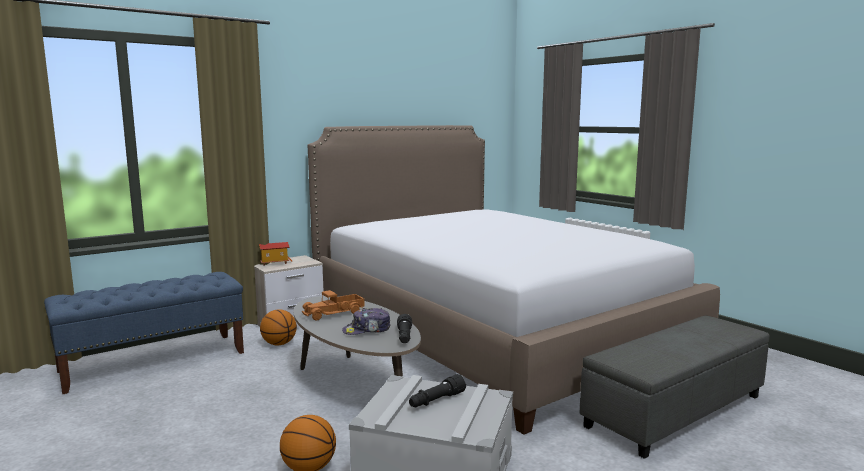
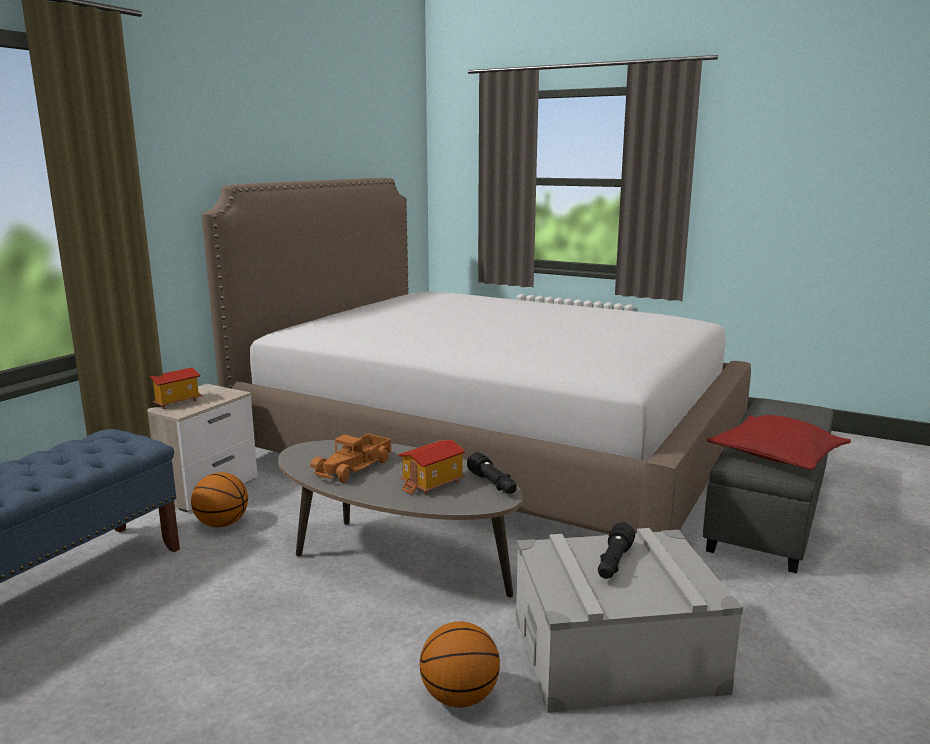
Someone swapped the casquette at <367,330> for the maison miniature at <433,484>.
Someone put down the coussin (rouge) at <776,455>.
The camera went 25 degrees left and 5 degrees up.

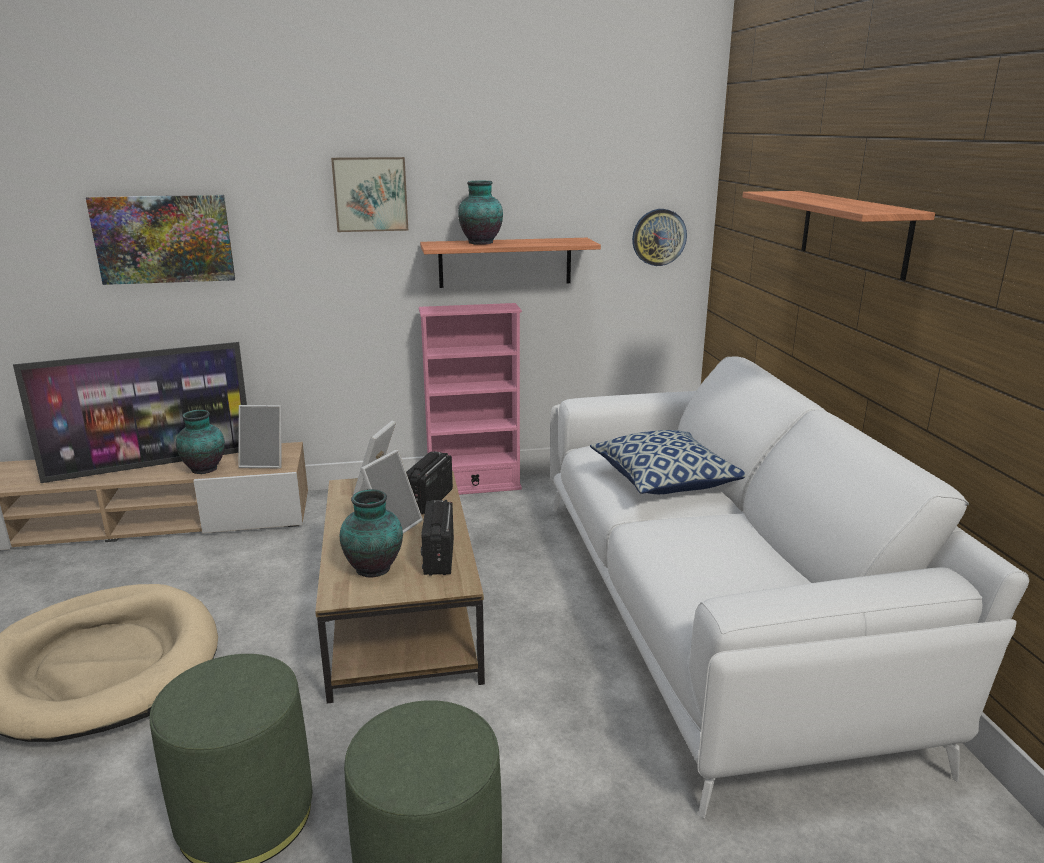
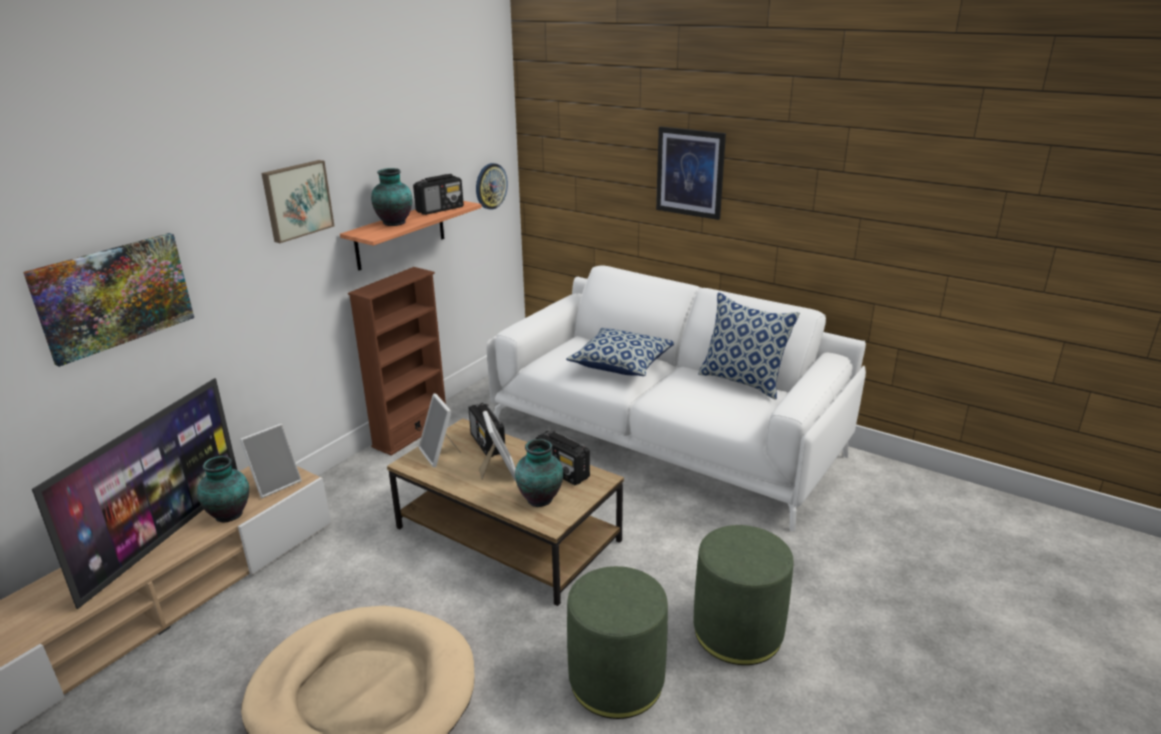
Someone repainted the bibliothèque (rose) at <474,486>, which became the bibliothèque (marron) at <411,433>.
Someone swapped the étagère at <853,232> for the tableau at <690,172>.
Someone put down the radio at <440,209>.
Someone put down the coussin at <743,381>.
The camera went 45 degrees left and 5 degrees up.

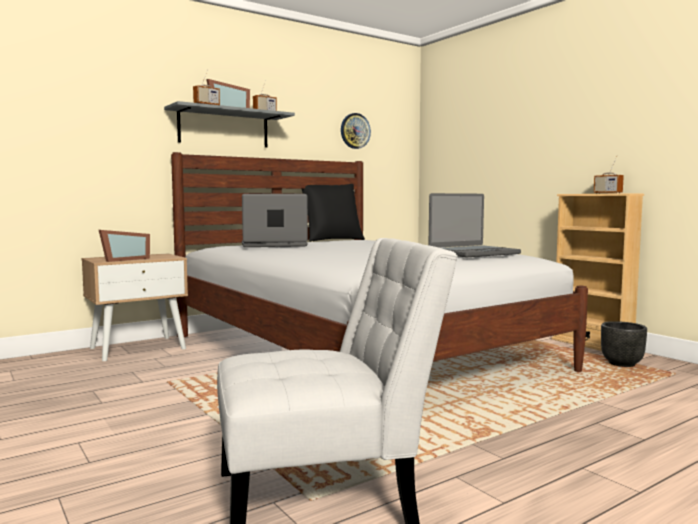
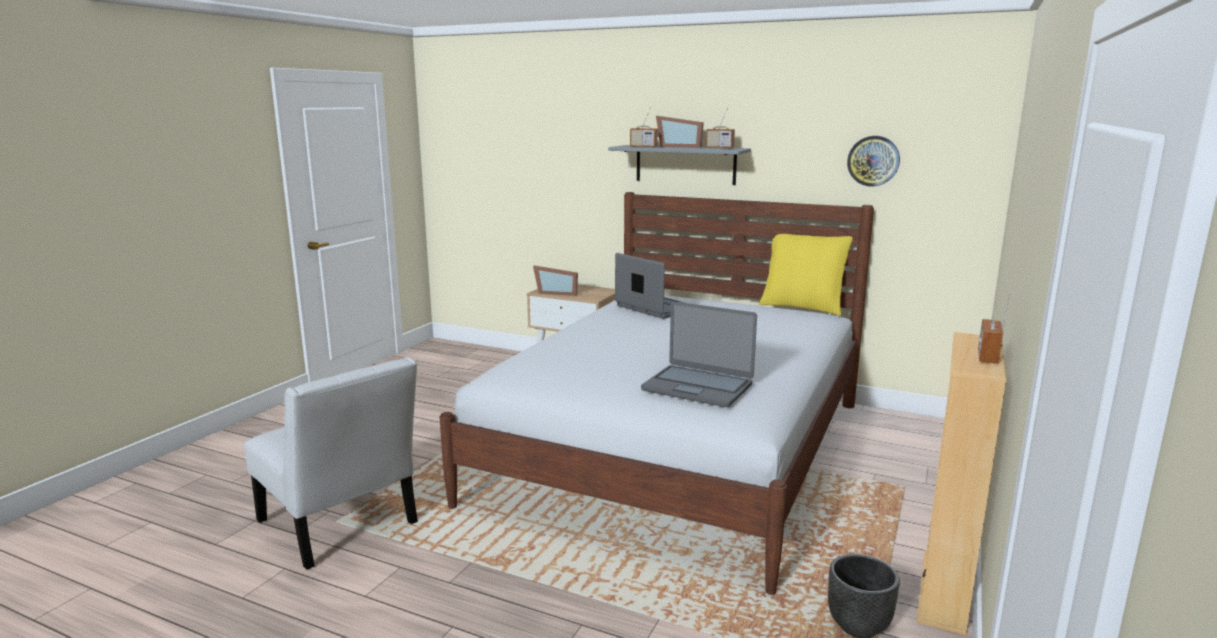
Someone repainted the coussin (noir) at <332,240>, which became the coussin (jaune) at <802,307>.
The camera went 60 degrees right and 10 degrees up.

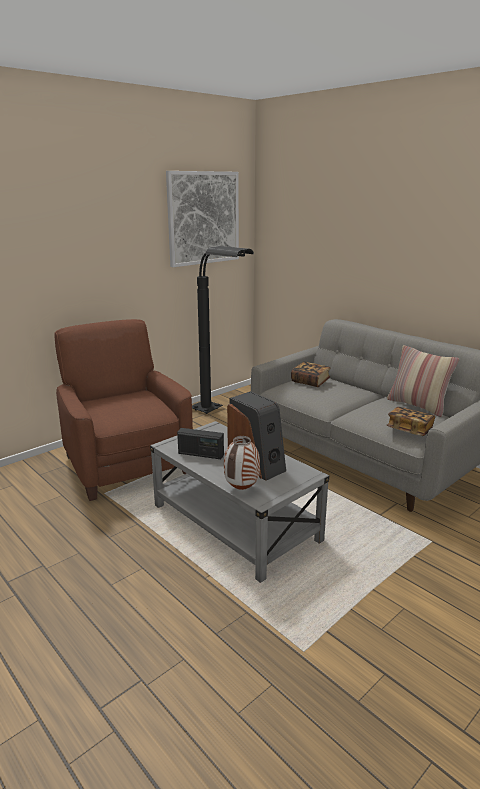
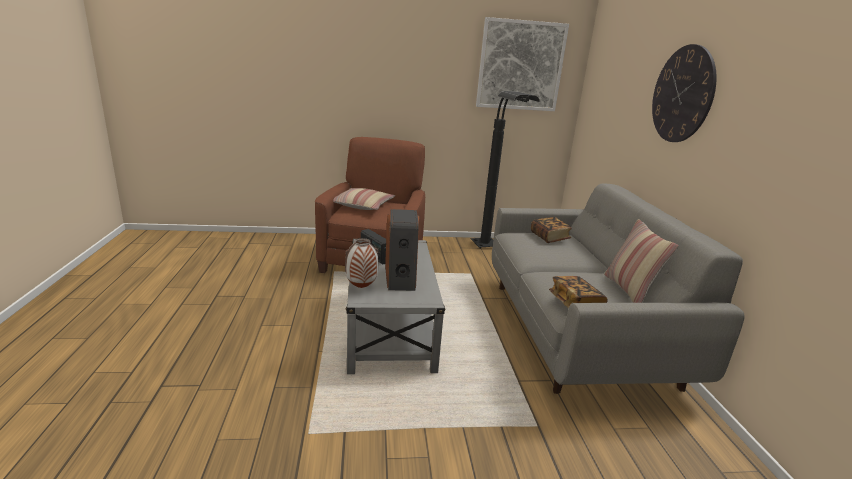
Someone put down the coussin at <362,205>.
Someone put up the horloge murale at <682,94>.
The camera went 35 degrees right and 0 degrees up.

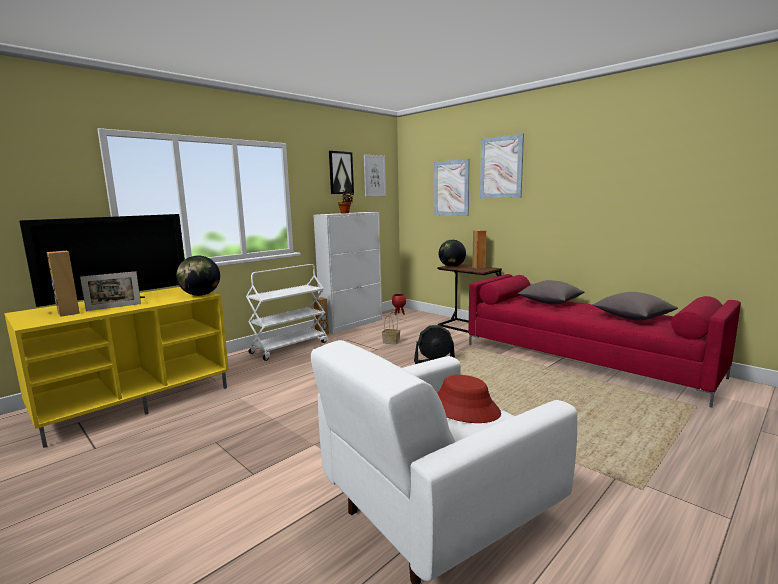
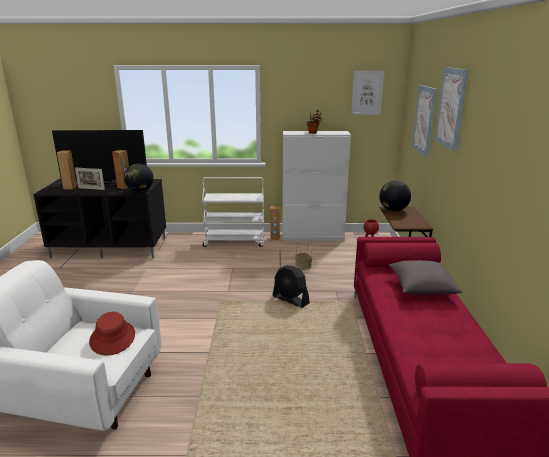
Someone repainted the meuble télé (jaune) at <135,401>, which became the meuble télé (noir) at <111,247>.
Someone took away the tableau at <340,173>.
Someone carried the enceinte (marron) from <479,267> to <124,187>.
Someone took away the coussin (gris) at <632,318>.
The camera went 45 degrees right and 10 degrees up.

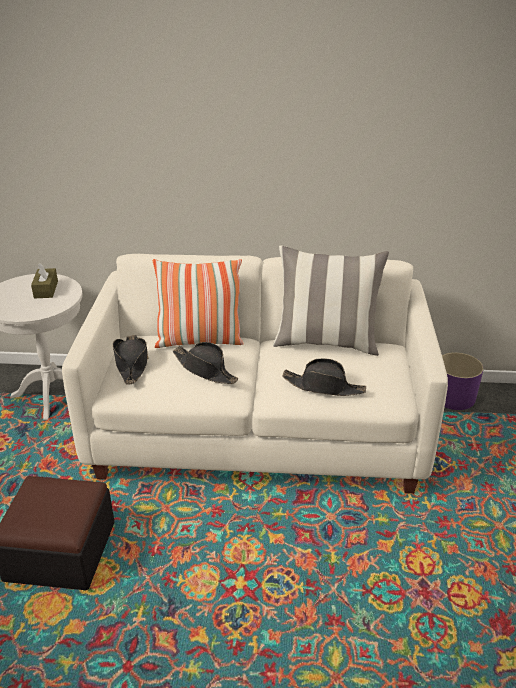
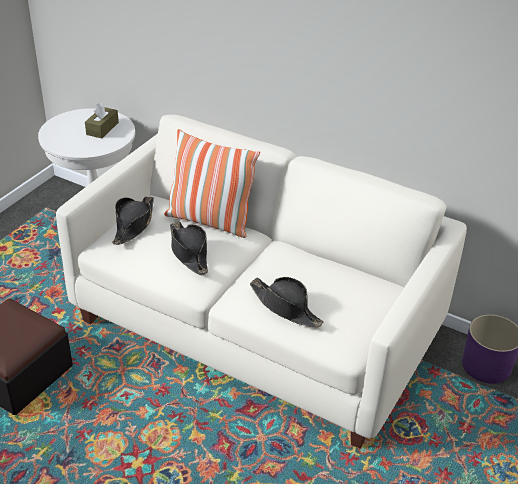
Someone took away the coussin at <326,342>.
The camera went 25 degrees right and 5 degrees up.

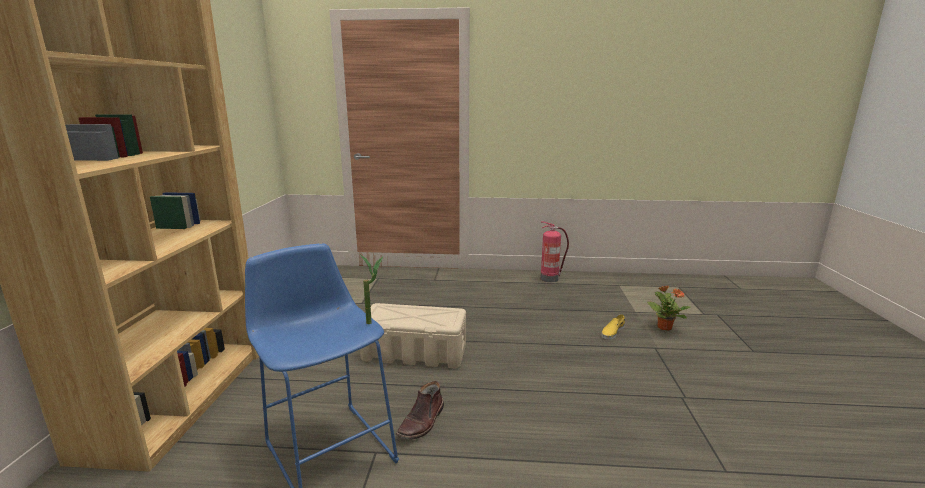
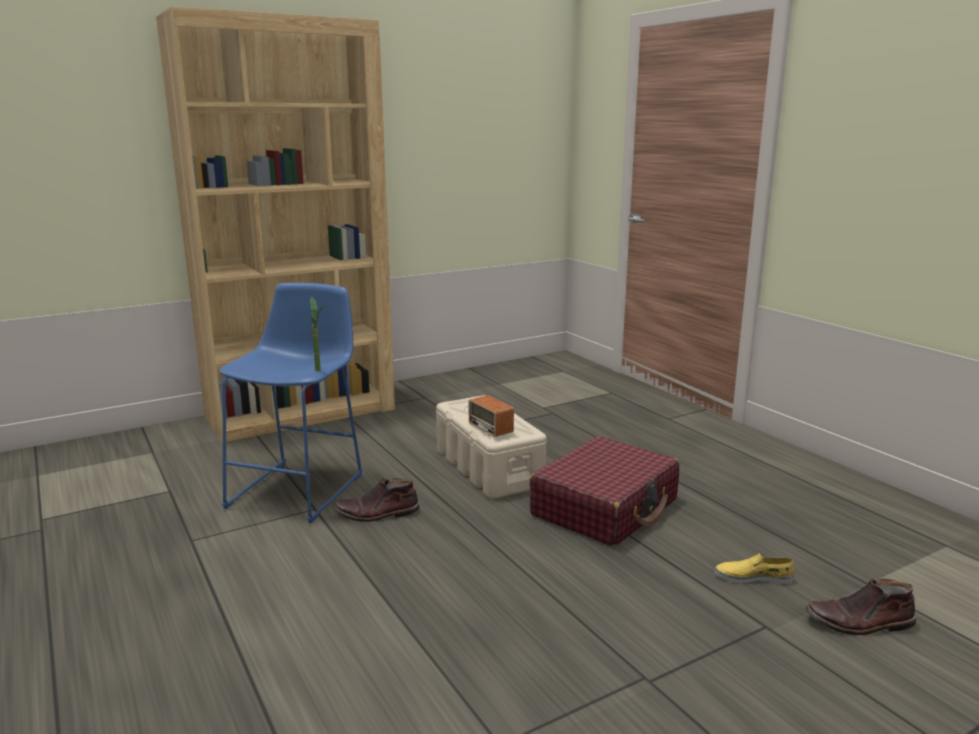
Someone took away the extincteur at <550,278>.
Someone swapped the plante en pot at <664,327> for the botte (marron) at <859,623>.
Someone put down the radio at <490,418>.
Someone put down the valise (rouge) at <605,508>.
The camera went 55 degrees right and 0 degrees up.

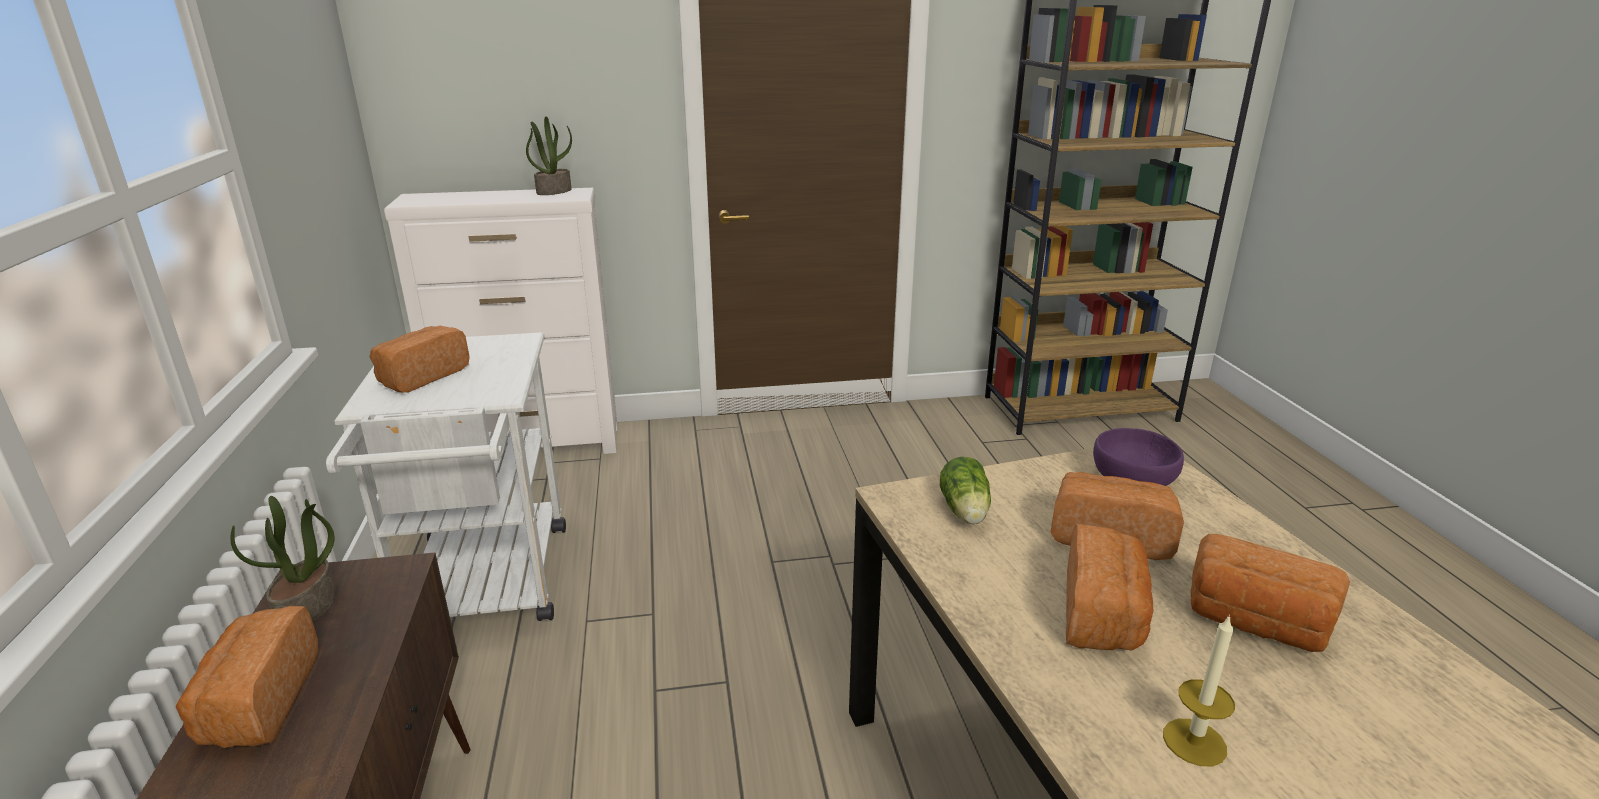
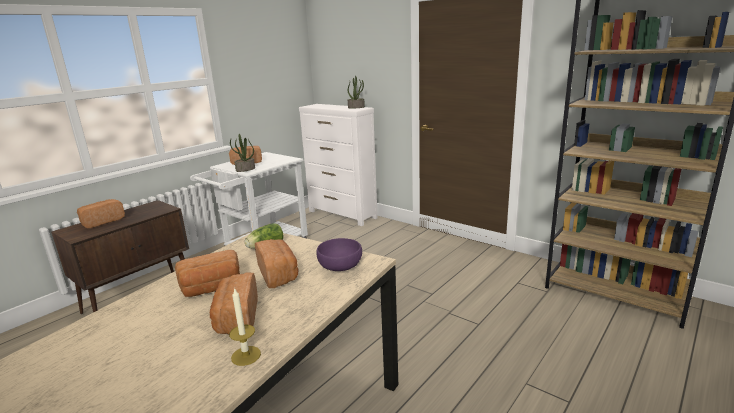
Someone carried the plante en pot from <307,608> to <245,169>.
Someone carried the bougie from <1194,742> to <246,355>.
The camera went 50 degrees right and 5 degrees down.

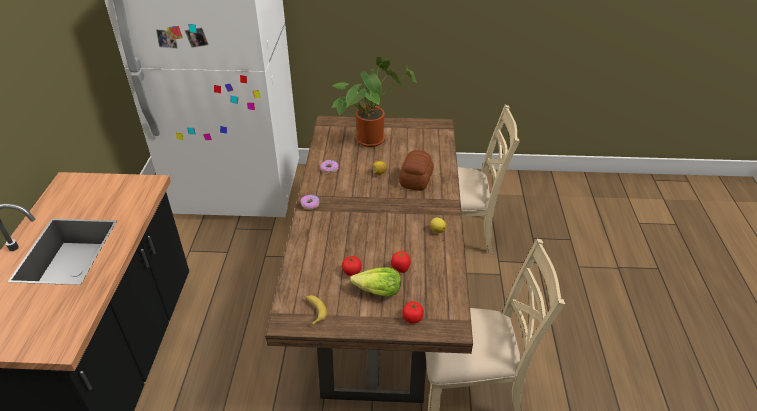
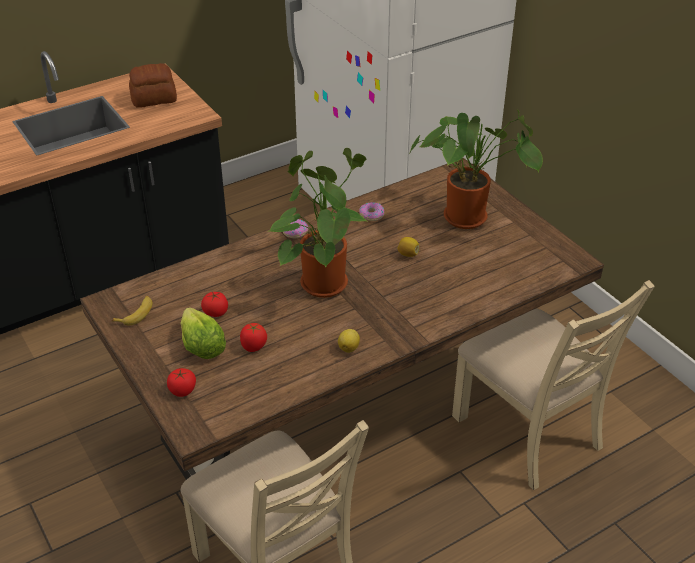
Someone carried the pain from <416,179> to <154,99>.
Someone put down the plante en pot at <321,281>.
The camera went 55 degrees right and 0 degrees up.

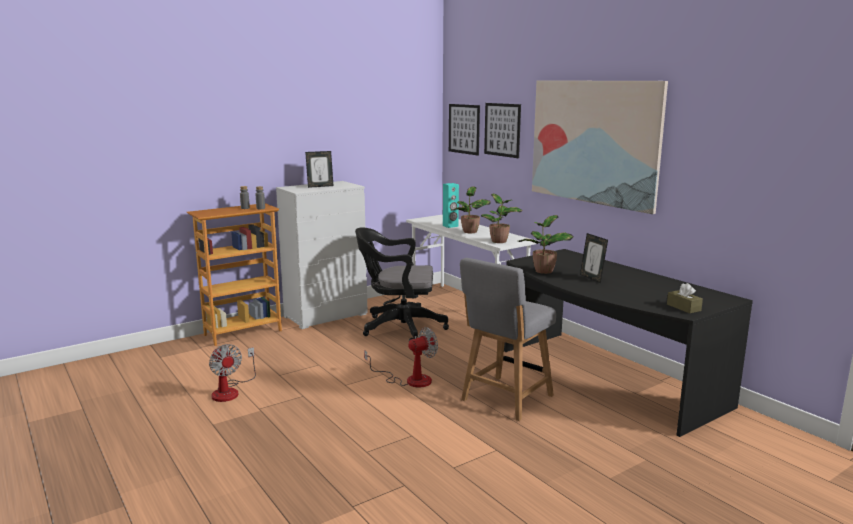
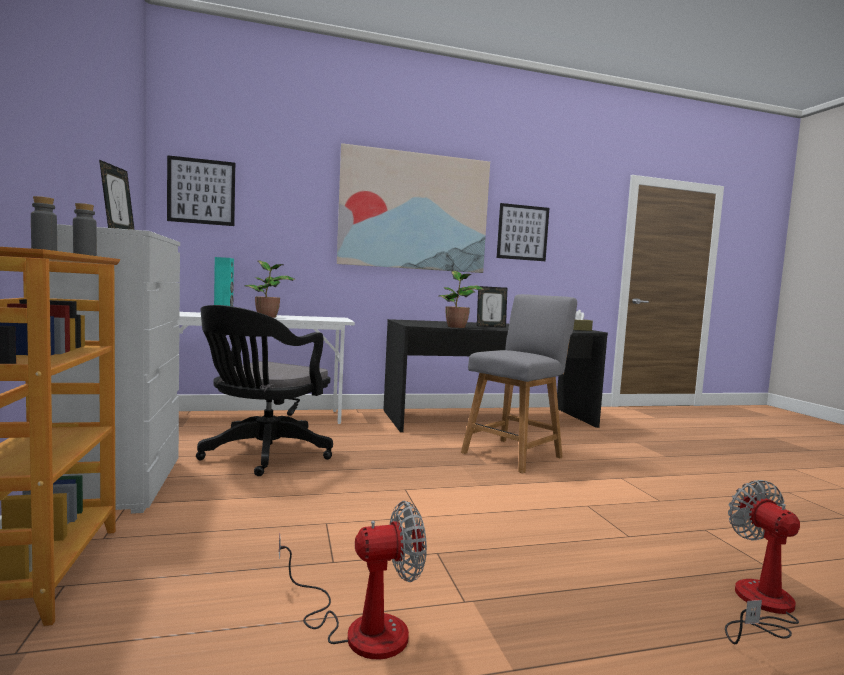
Someone carried the ventilateur from <410,380> to <760,606>.
Someone rotated the chaise (gris) at <504,399> by 105 degrees counterclockwise.
Someone took away the plante en pot at <500,241>.
Someone carried the tableau from <502,130> to <522,232>.
The camera went 70 degrees left and 10 degrees down.

